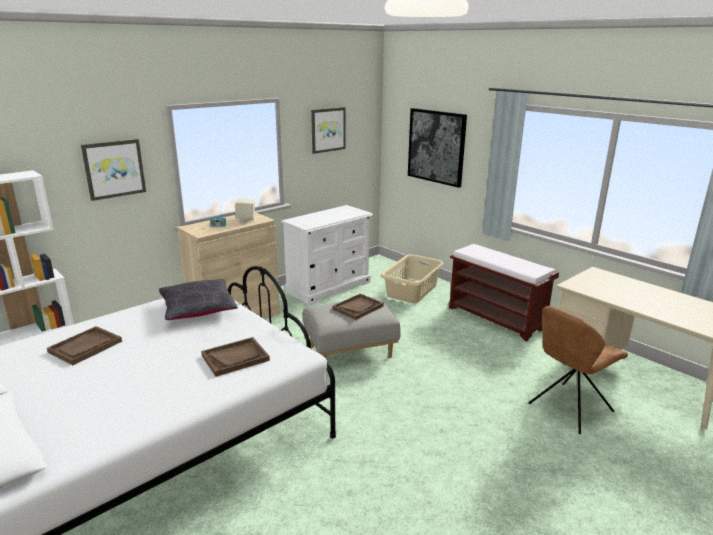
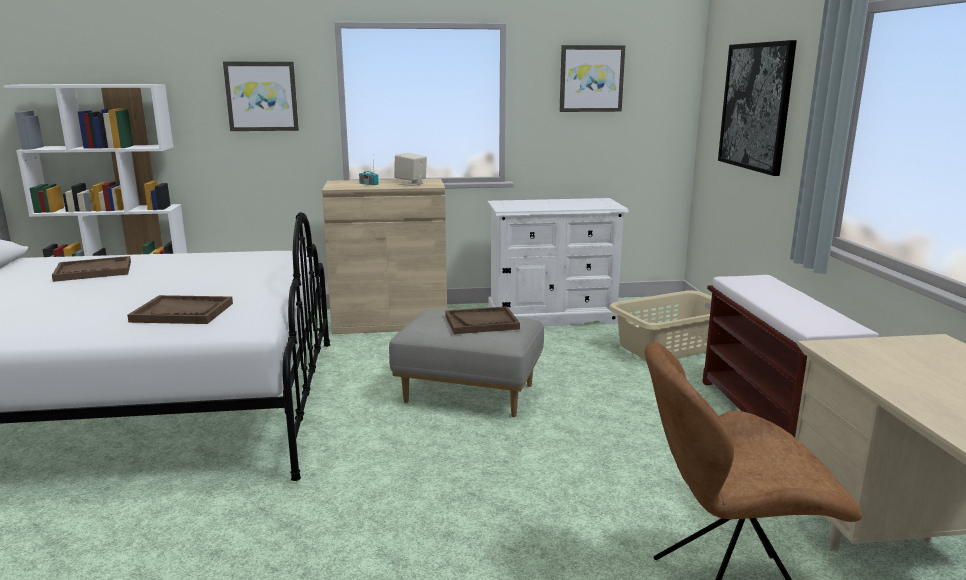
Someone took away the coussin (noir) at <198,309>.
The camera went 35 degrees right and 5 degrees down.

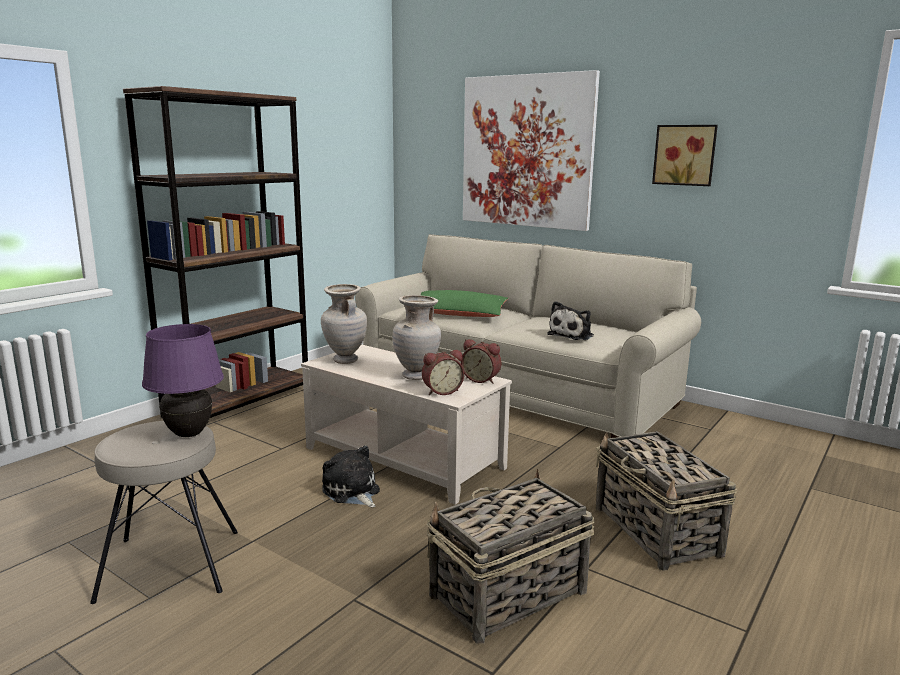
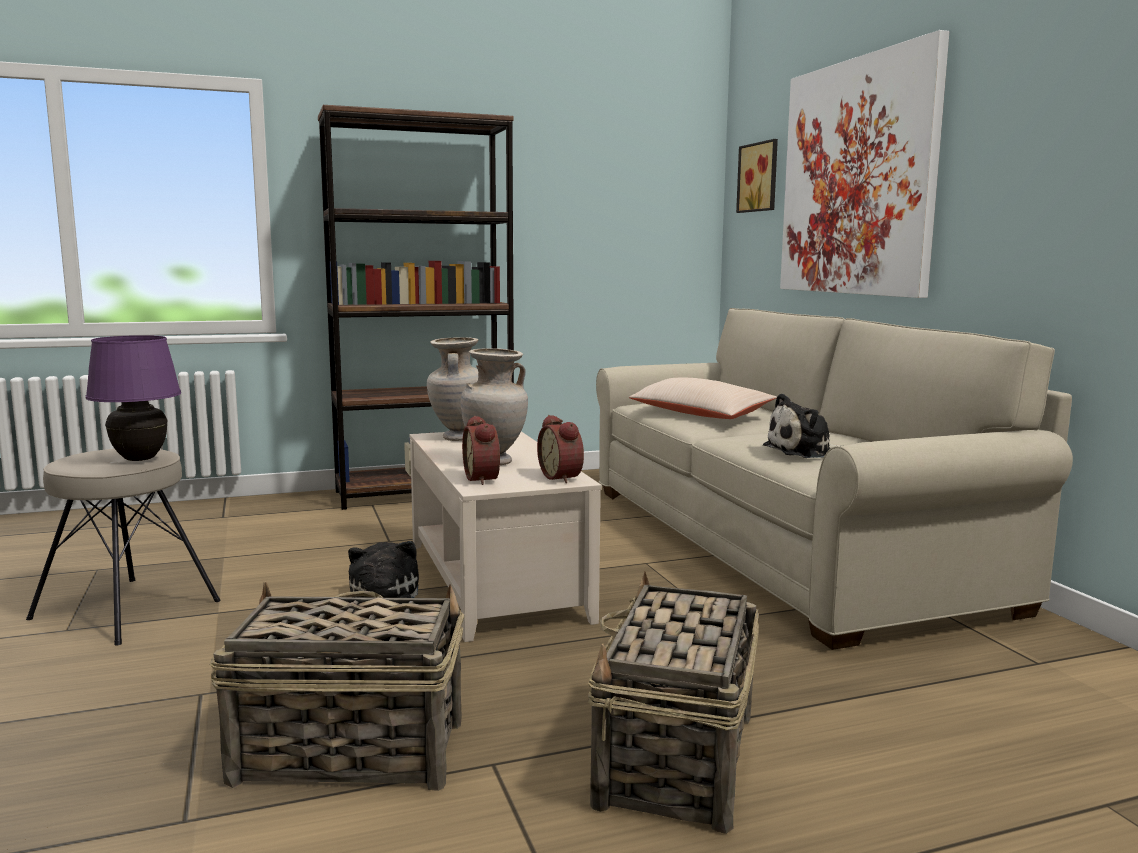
Someone repainted the coussin (vert) at <458,314>, which became the coussin (beige) at <699,414>.
Someone rotated the réveil at <441,391> by 60 degrees clockwise.
Someone carried the tableau from <685,155> to <760,177>.
The camera went 35 degrees right and 5 degrees down.

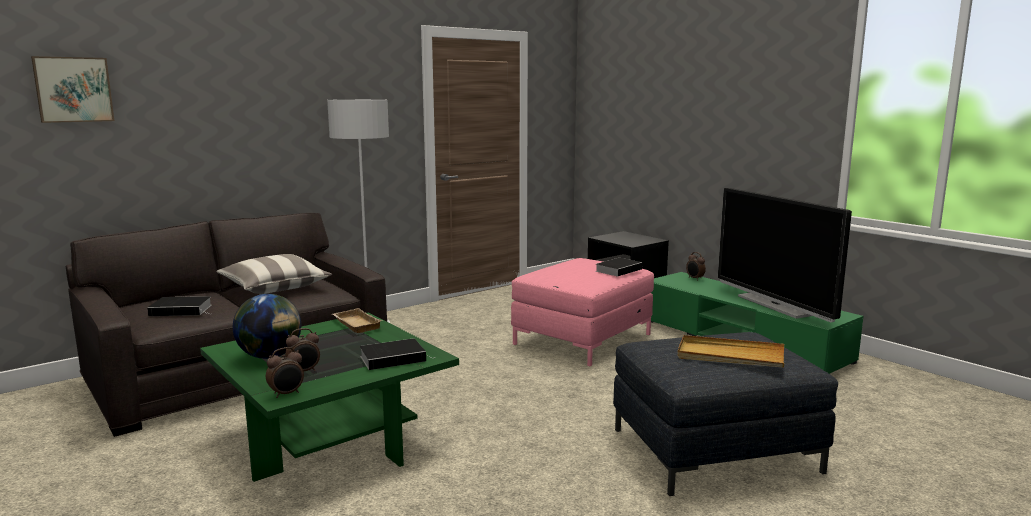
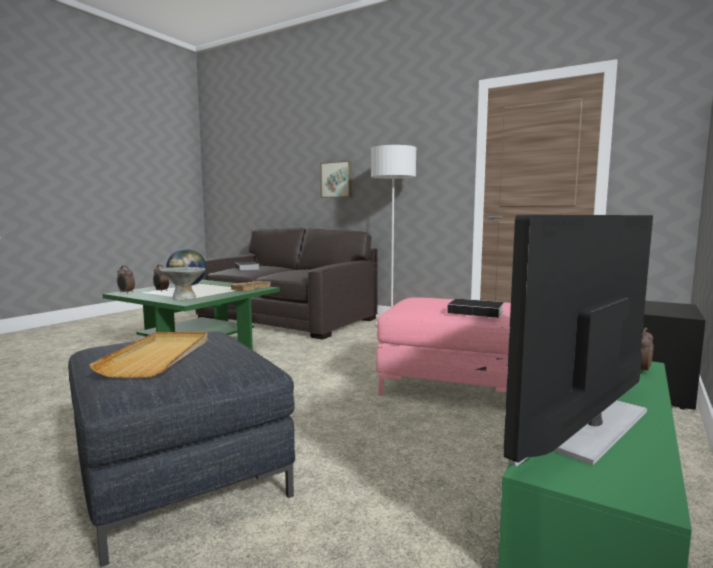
Someone carried the tableau from <73,89> to <336,179>.
Someone took away the coussin at <275,288>.
Someone swapped the livre at <394,358> for the bol (gris) at <184,298>.
The camera went 70 degrees right and 5 degrees down.

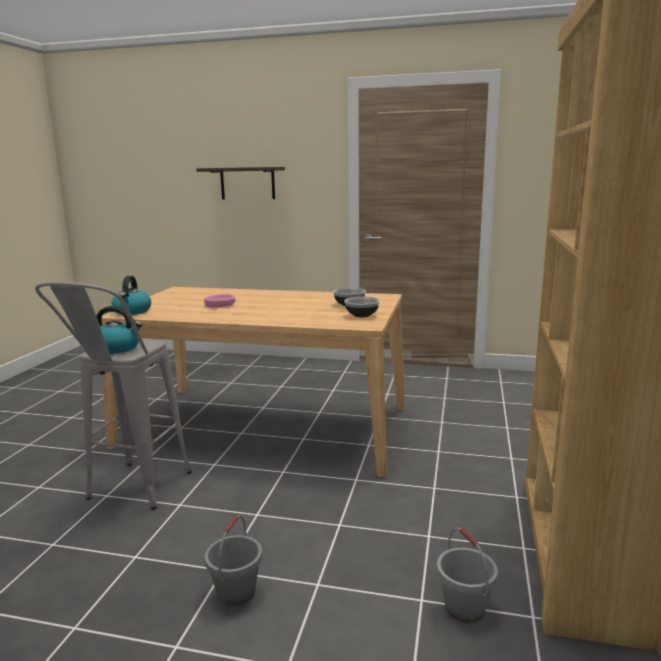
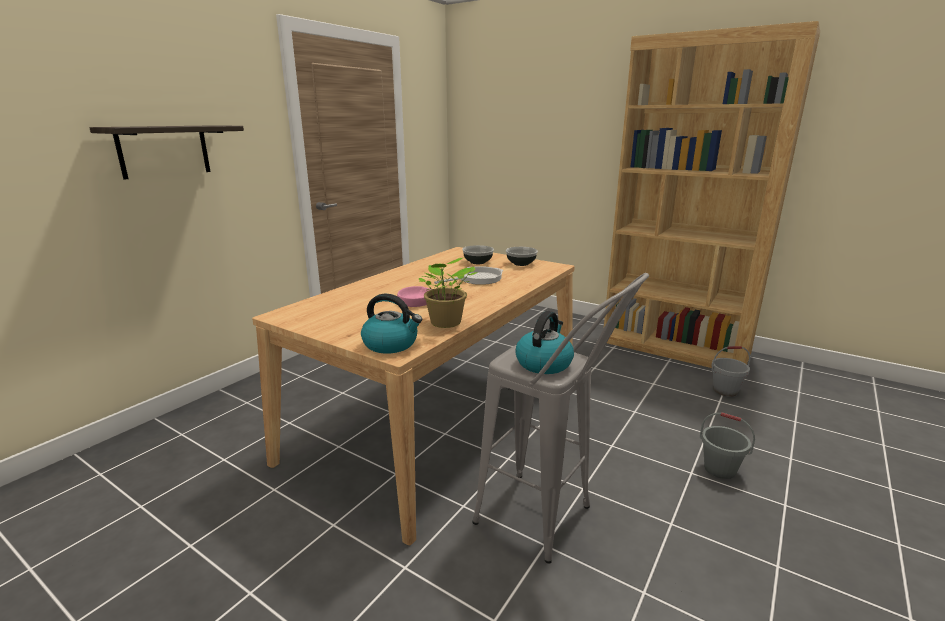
Someone put down the plante en pot at <445,323>.
Someone put down the poêle at <477,279>.
The camera went 70 degrees left and 5 degrees up.

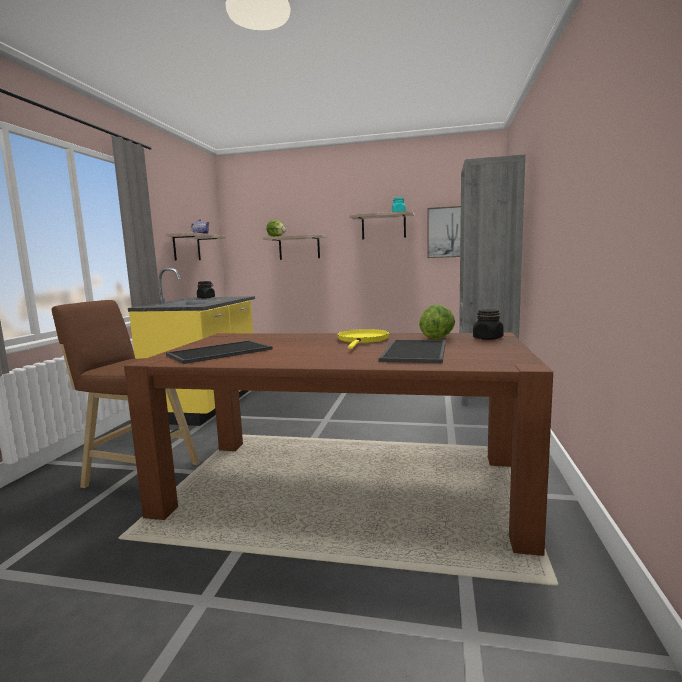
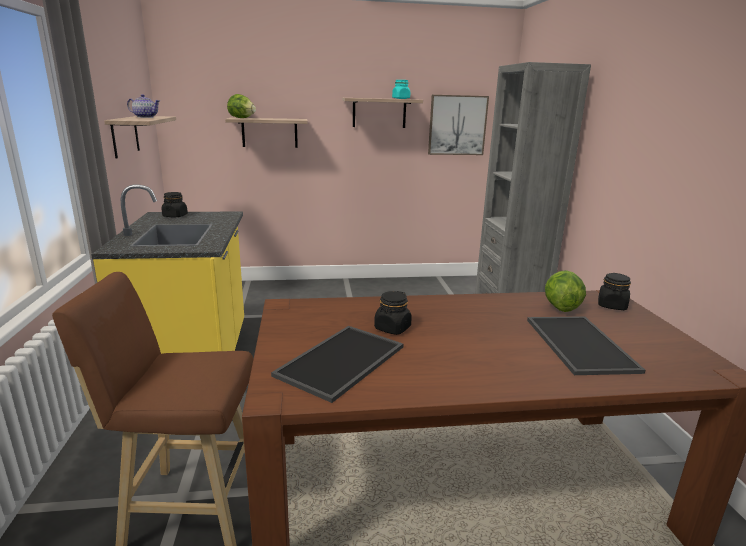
Someone took away the poêle (jaune) at <363,340>.
Someone put down the bocal (noir) at <392,328>.
The camera went 20 degrees left and 10 degrees up.

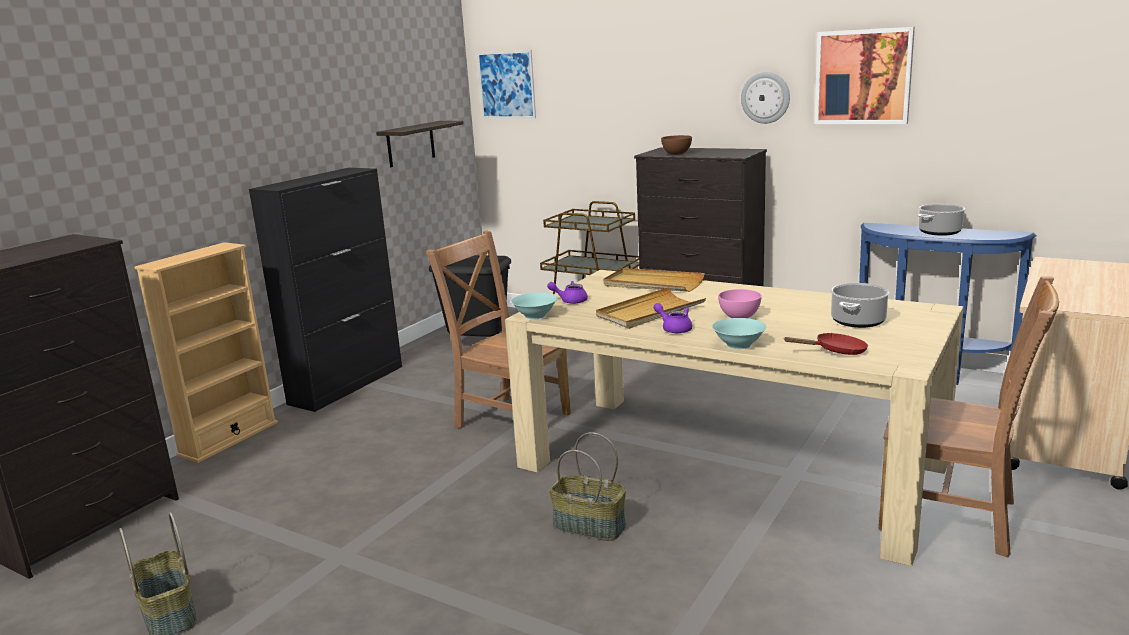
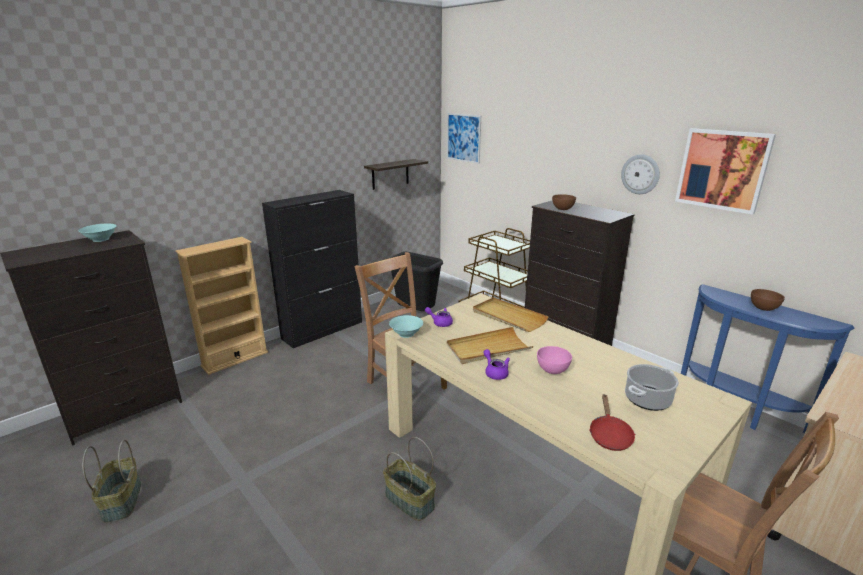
Someone carried the bol (turquoise) from <739,345> to <101,239>.
Someone rotated the poêle (rouge) at <835,351> by 90 degrees clockwise.
Someone swapped the marmite at <939,232> for the bol (marron) at <763,308>.
The camera went 15 degrees right and 5 degrees up.

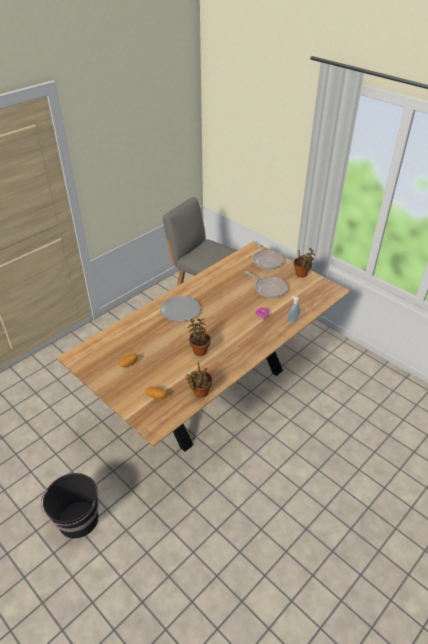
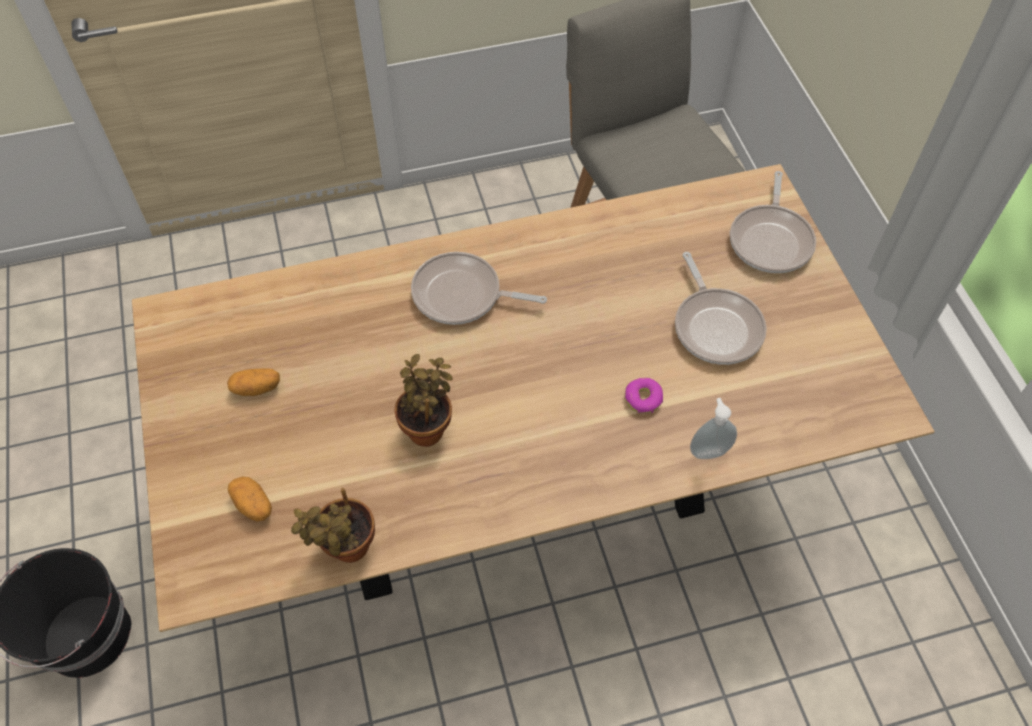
Someone swapped the assiette at <180,310> for the poêle at <462,295>.
Someone took away the plante en pot at <302,275>.
The camera went 30 degrees right and 15 degrees up.

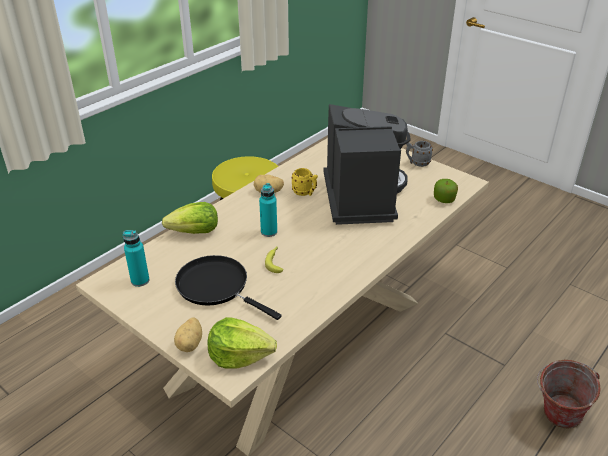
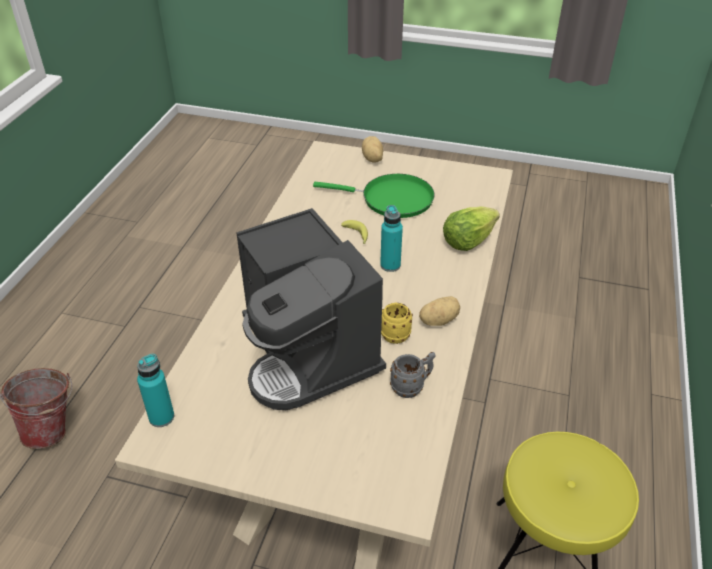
Someone carried the bouteille (turquoise) from <140,280> to <161,417>.
Someone repainted the poêle (noir) at <216,286>, which became the poêle (vert) at <392,199>.
Someone took away the laitue at <239,355>.
Someone carried the mug (gris) from <417,163> to <412,387>.
Someone took away the pomme at <444,199>.
The camera went 155 degrees right and 5 degrees up.

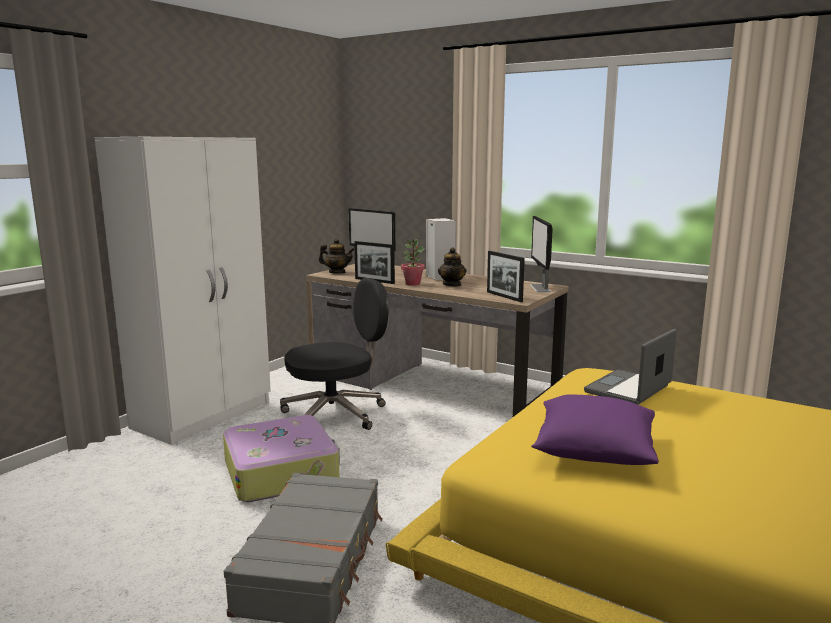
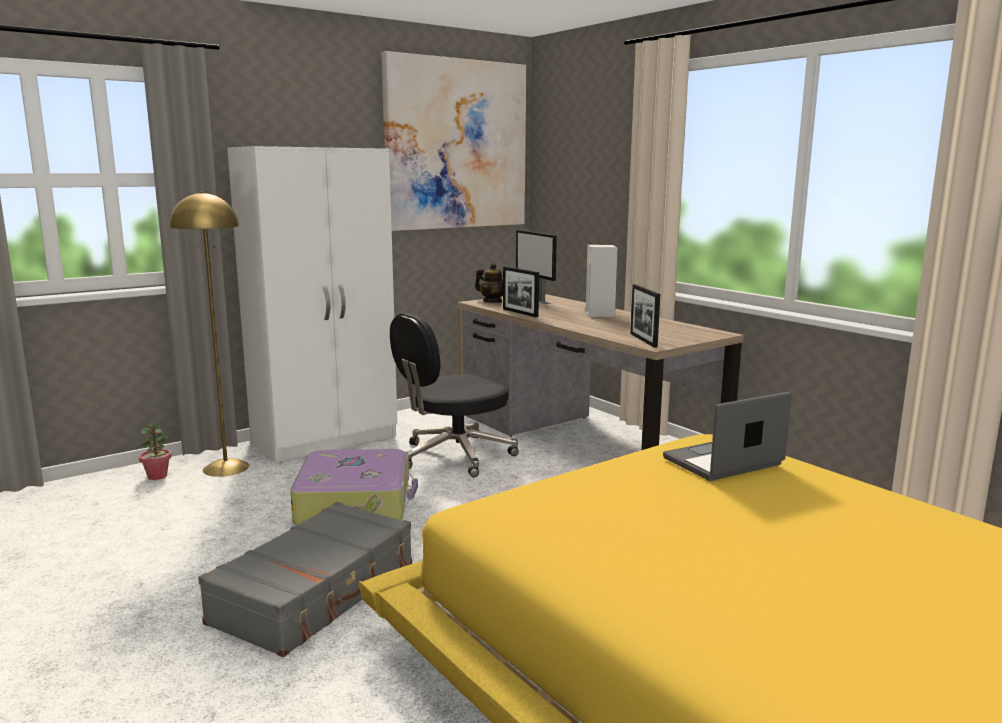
Someone rotated the chaise de bureau (noir) at <336,414> by 150 degrees clockwise.
Someone carried the plante en pot from <412,284> to <157,476>.
Someone took away the théière at <452,284>.
Someone took away the écran d'ordinateur at <540,288>.
Someone took away the coussin (violet) at <593,452>.
Someone put down the lampadaire (jaune) at <226,468>.
Someone put up the tableau at <455,145>.
The camera went 20 degrees right and 0 degrees up.

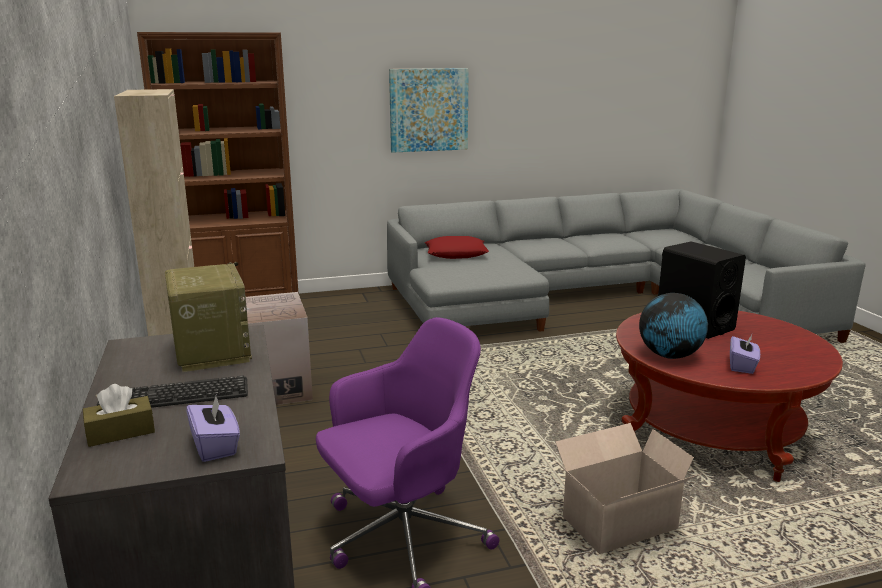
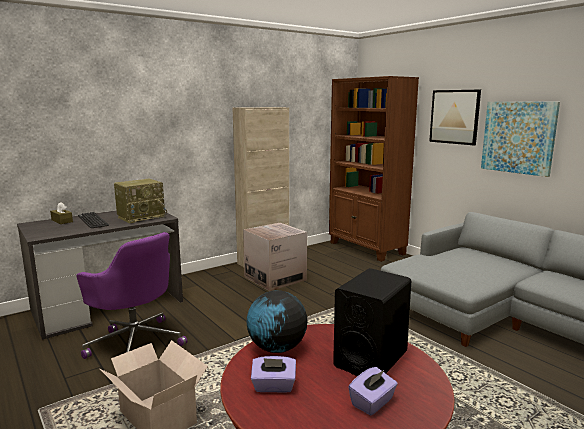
Someone carried the boîte à mouchoirs (violet) from <215,446> to <372,403>.
Someone took away the coussin (rouge) at <456,254>.
Someone put up the tableau at <454,117>.
The camera went 70 degrees right and 5 degrees down.

